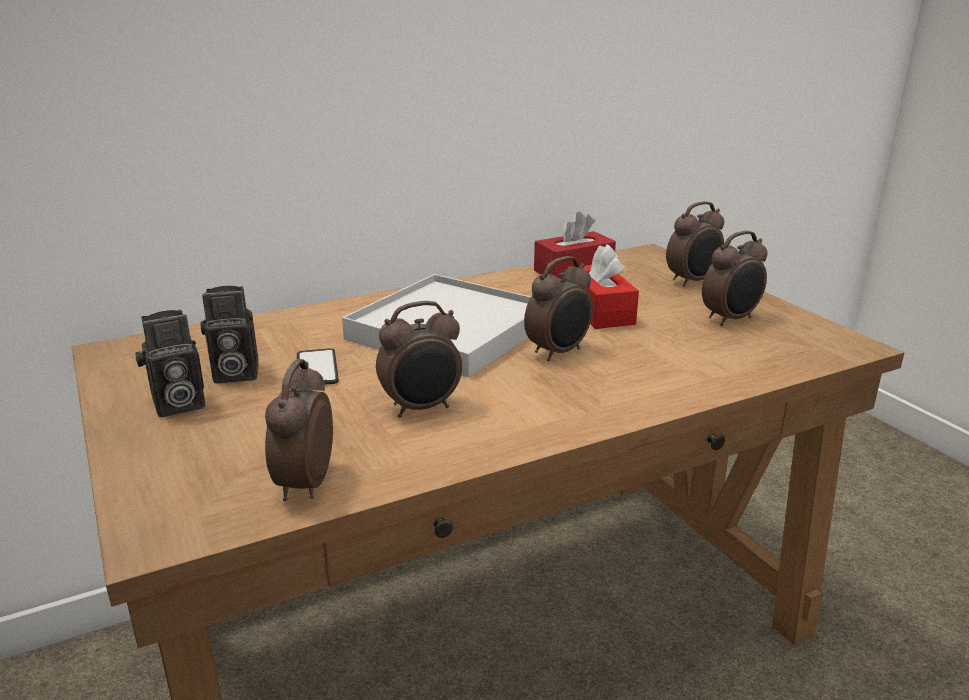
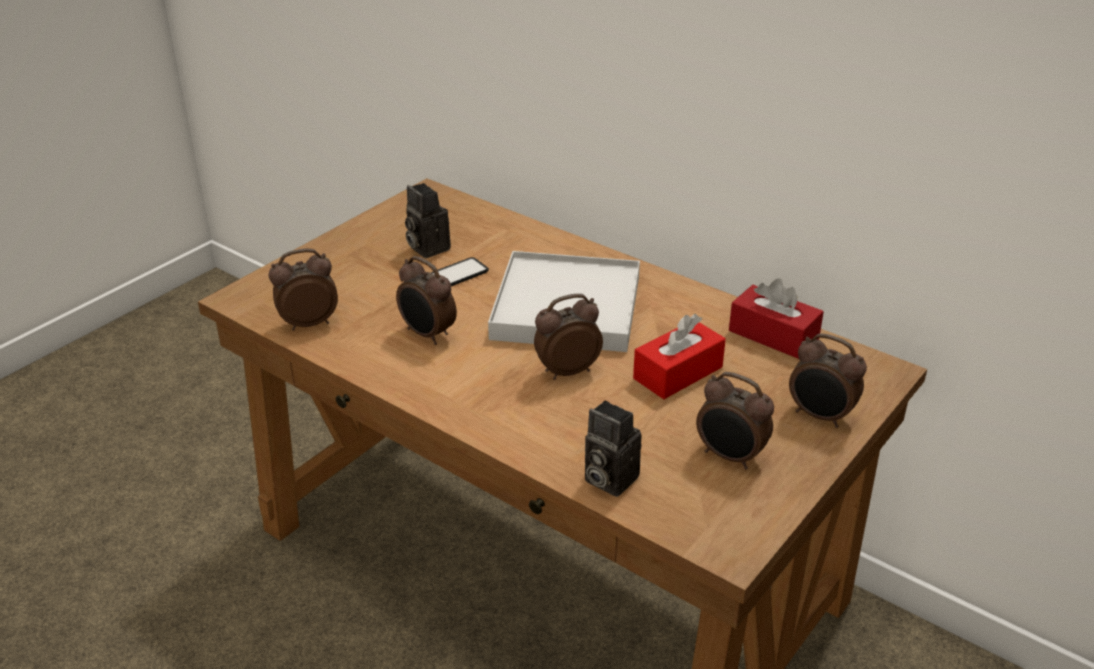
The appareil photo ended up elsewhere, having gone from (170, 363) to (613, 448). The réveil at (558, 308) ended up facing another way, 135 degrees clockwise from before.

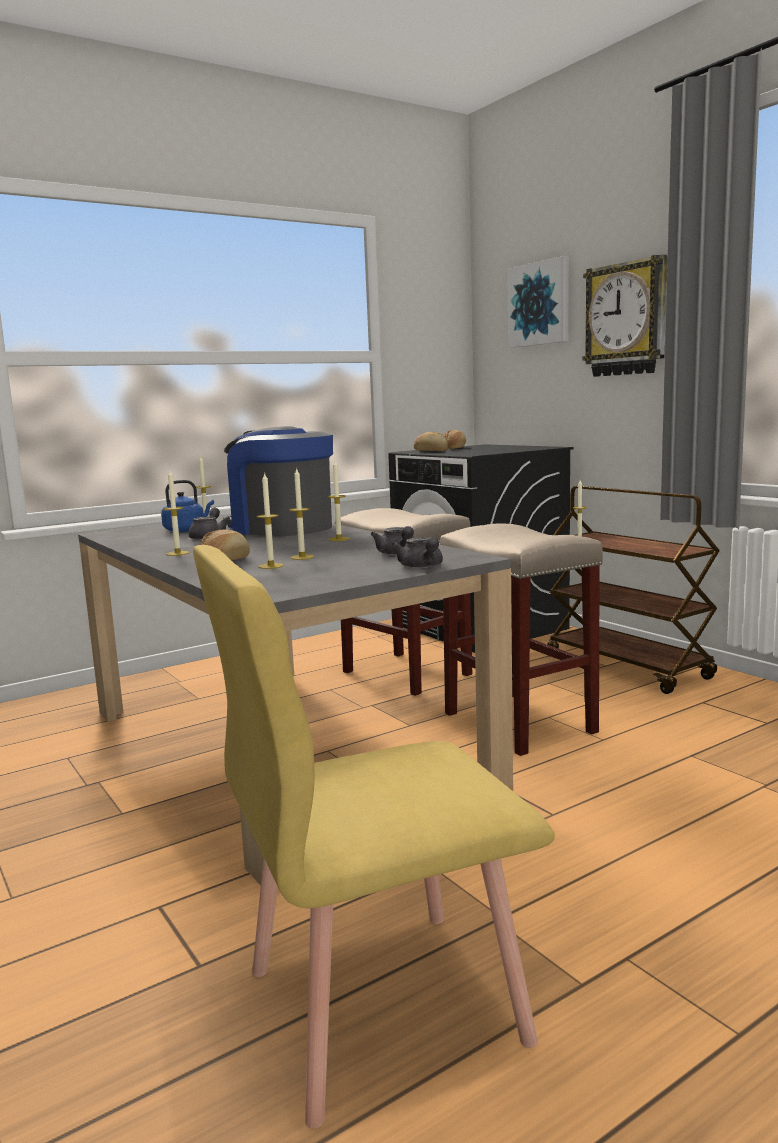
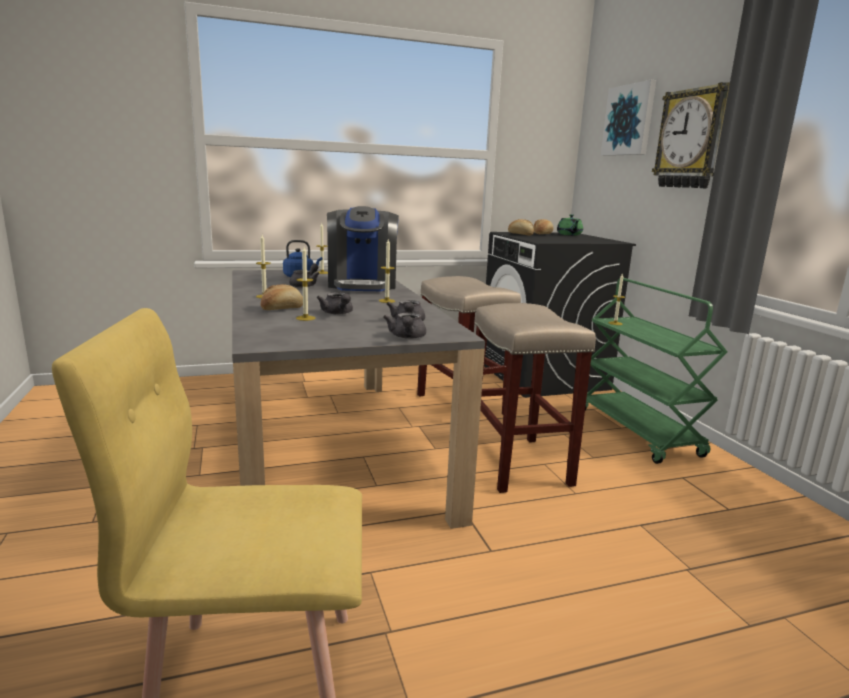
The second view gained the théière (vert) at (570, 225). Where the bougie stood at (301, 514), the théière (gris) came to stand at (335, 303). What was the chariot (marron) at (634, 590) turned into the chariot (vert) at (656, 371). The machine à café at (278, 481) ended up facing another way, 150 degrees counterclockwise from before.

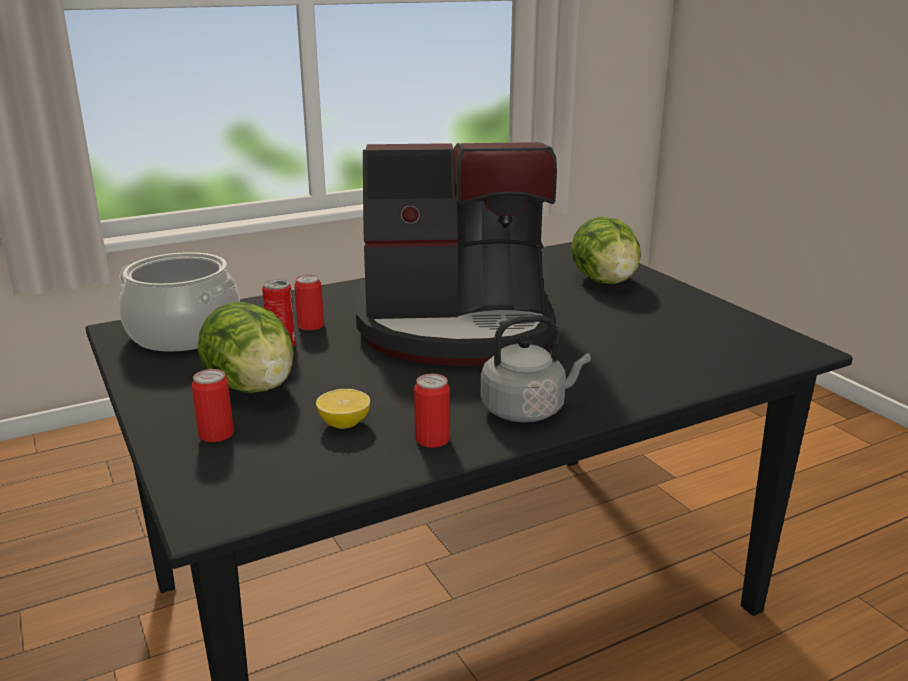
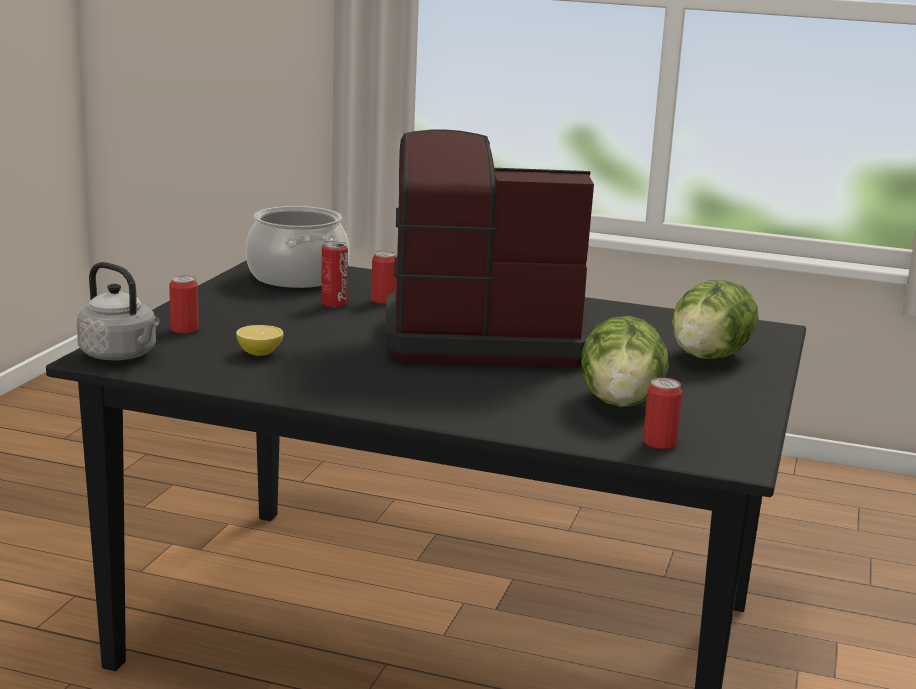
The laitue ended up elsewhere, having gone from (246, 347) to (625, 361). The boîte métallique ended up elsewhere, having gone from (432, 411) to (662, 413). The bouilloire (gris) ended up elsewhere, having gone from (536, 368) to (118, 311). The machine à café at (456, 254) ended up facing another way, 135 degrees clockwise from before.

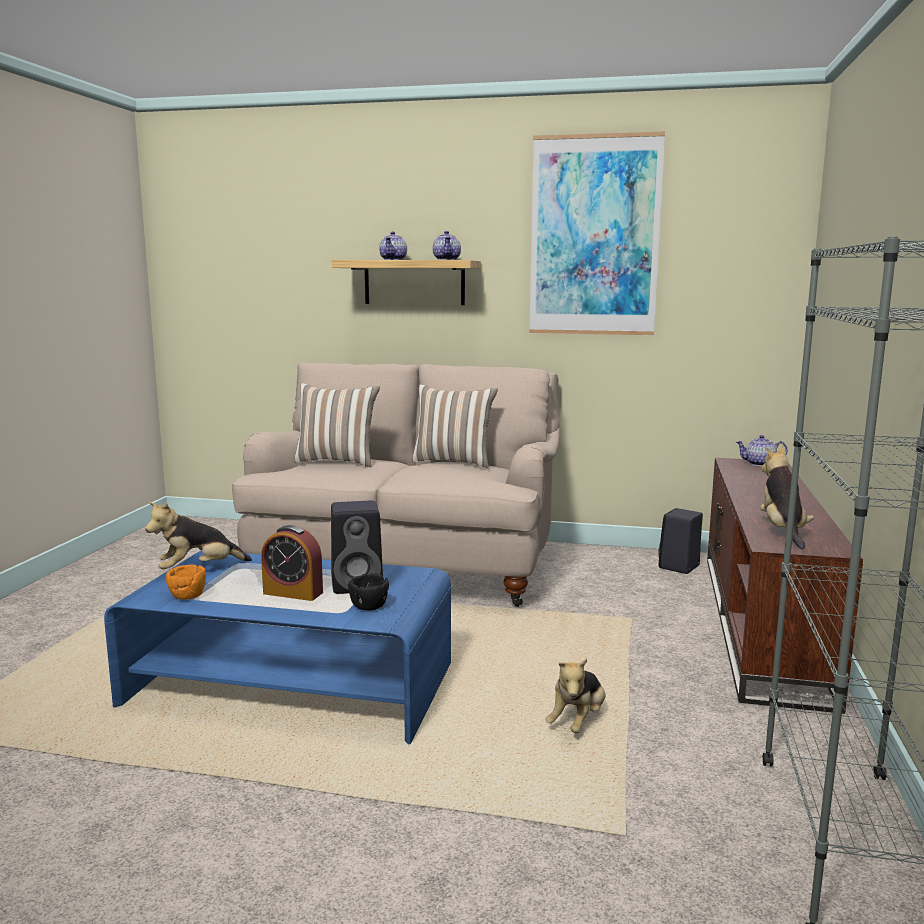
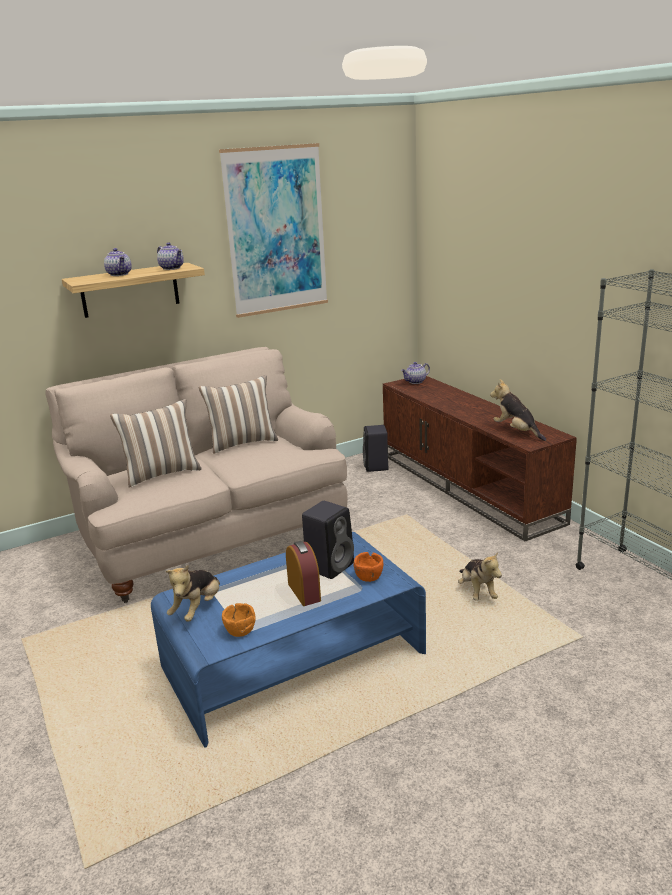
What was the bol (noir) at (368, 591) turned into the bol (orange) at (368, 567). The réveil at (292, 563) ended up facing another way, 90 degrees counterclockwise from before.

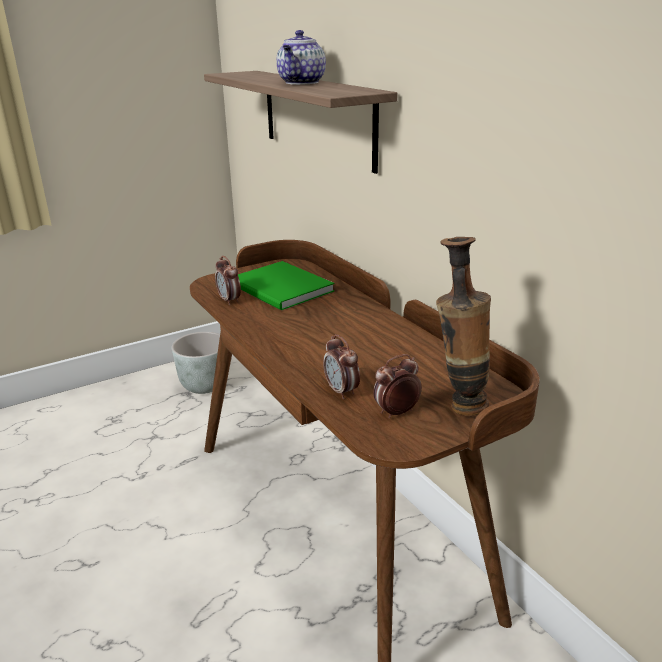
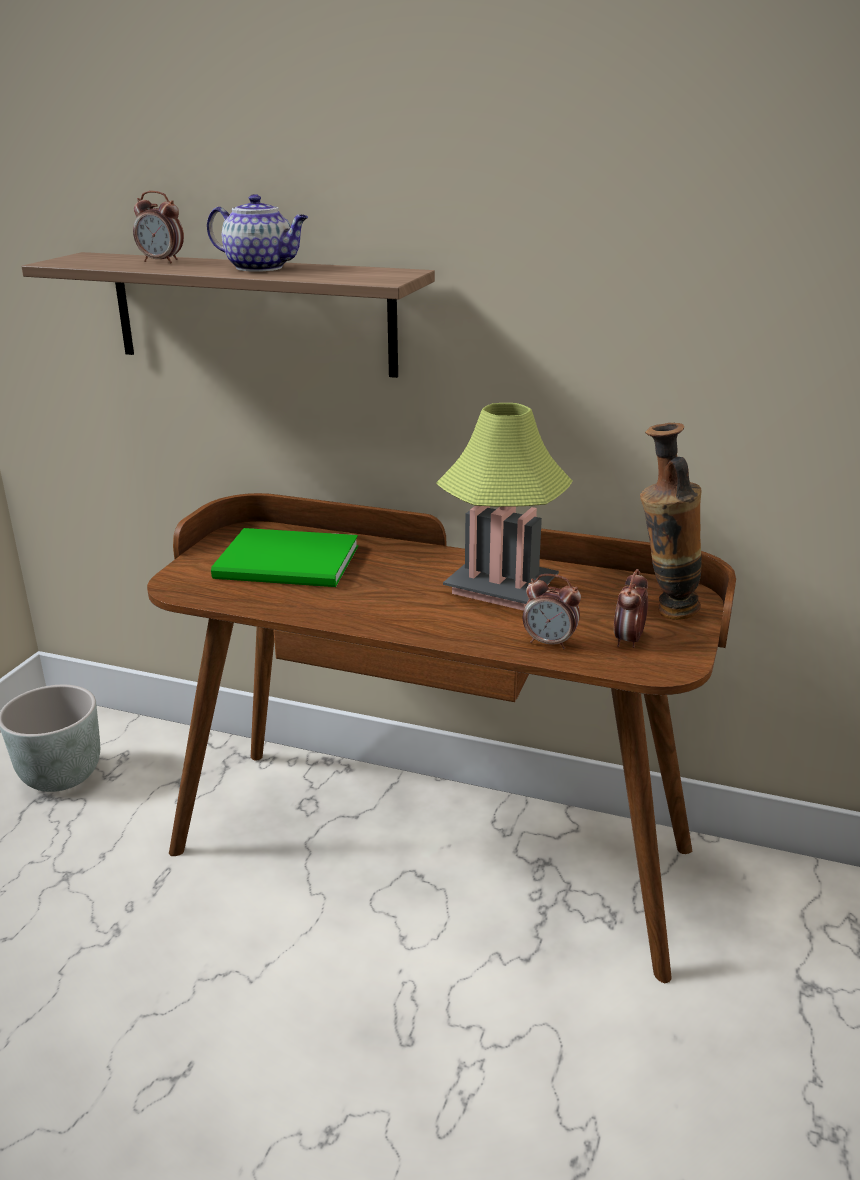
The second view gained the lampe de table at (504, 507). The réveil ended up elsewhere, having gone from (228, 280) to (158, 227). The théière at (301, 57) ended up facing another way, 45 degrees counterclockwise from before.

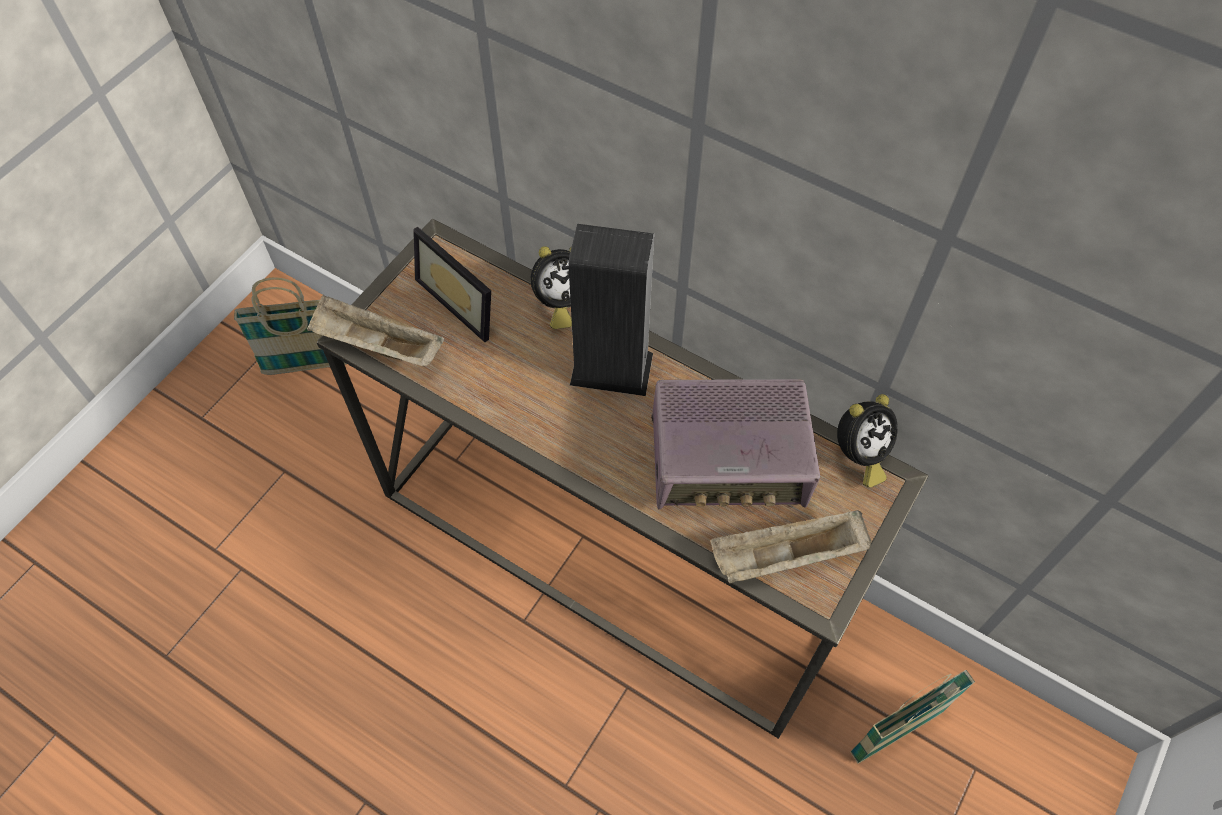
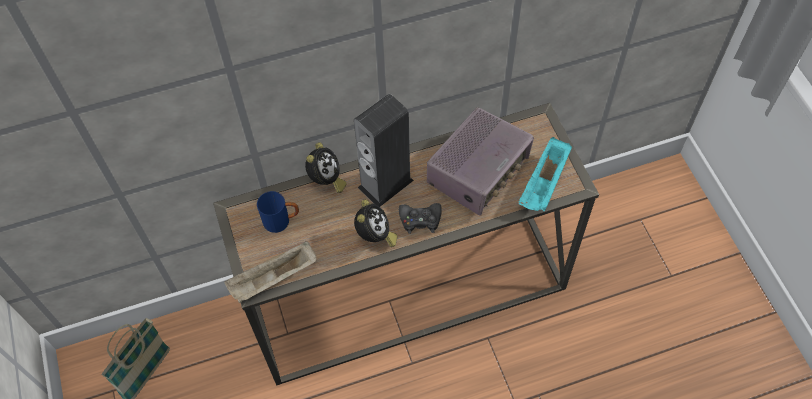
The second view lost the panier at (912, 716). The second view gained the manette (noir) at (420, 218). The réveil ended up elsewhere, having gone from (867, 440) to (375, 223). Where the cadre photo stood at (452, 284), the mug (bleu) came to stand at (278, 212). What was the plateau (beige) at (791, 546) turned into the plateau (turquoise) at (545, 174).

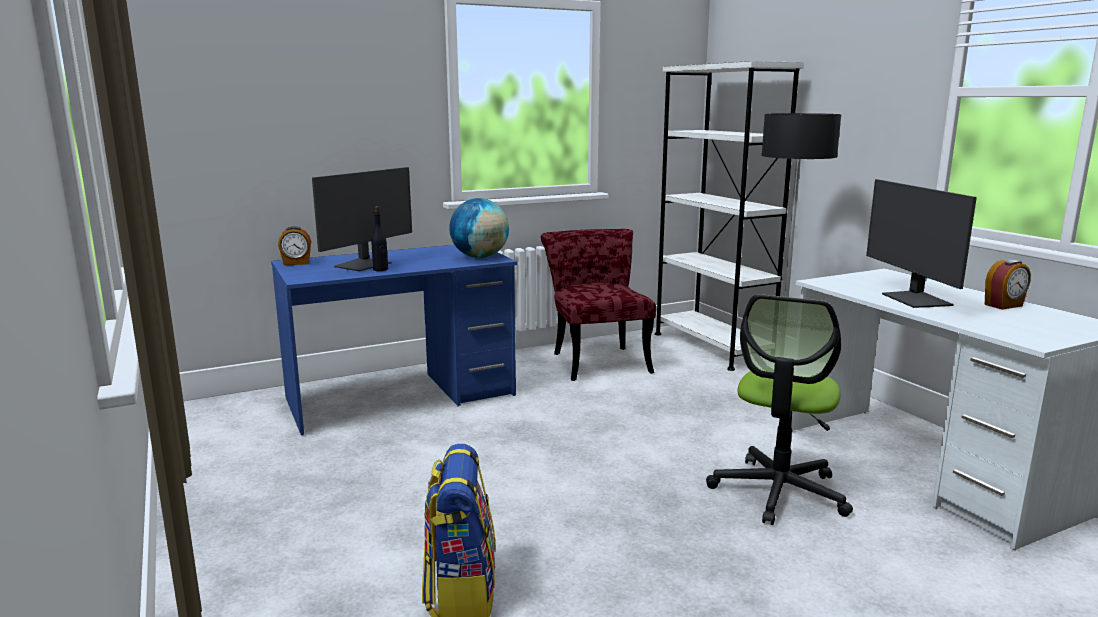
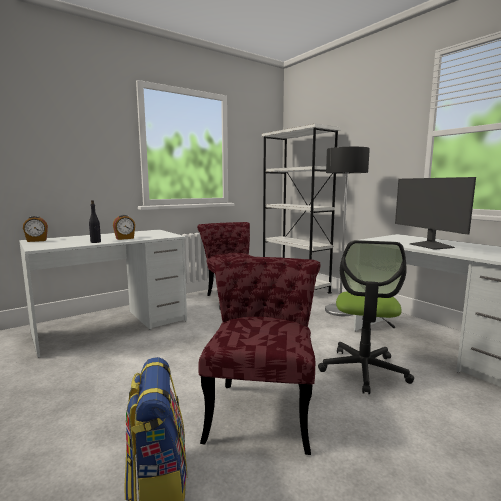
The second view lost the écran d'ordinateur at (362, 219). The second view lost the globe at (479, 228). The second view gained the chaise (rouge) at (259, 356). The réveil ended up elsewhere, having gone from (1008, 284) to (124, 227). What was the bureau (bleu) at (394, 340) turned into the bureau (blanc) at (103, 293).

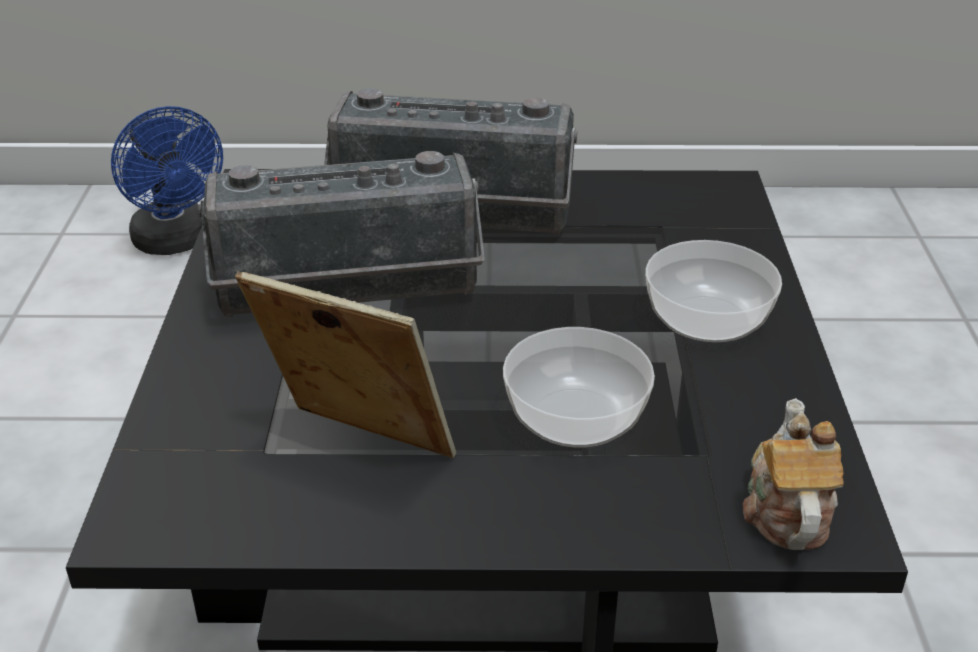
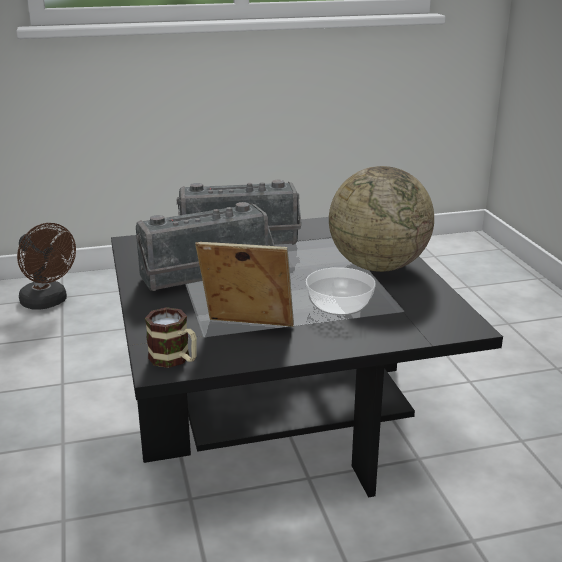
The second view lost the théière at (793, 474). The second view gained the mug at (171, 337). Where the bol stood at (713, 291), the globe came to stand at (381, 219). What was the ventilateur (bleu) at (167, 180) turned into the ventilateur (marron) at (46, 266).

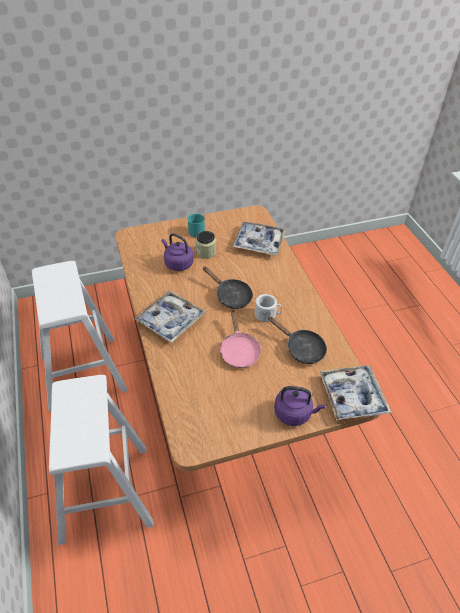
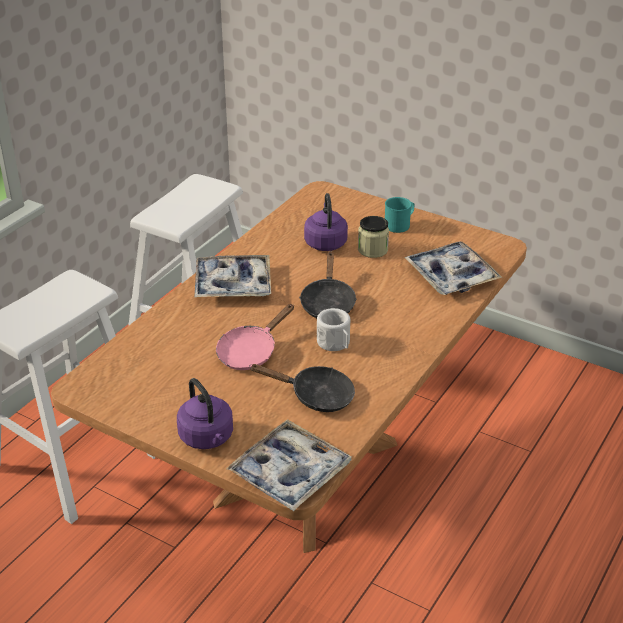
The poêle (noir) at (297, 340) ended up facing another way, 75 degrees counterclockwise from before.

